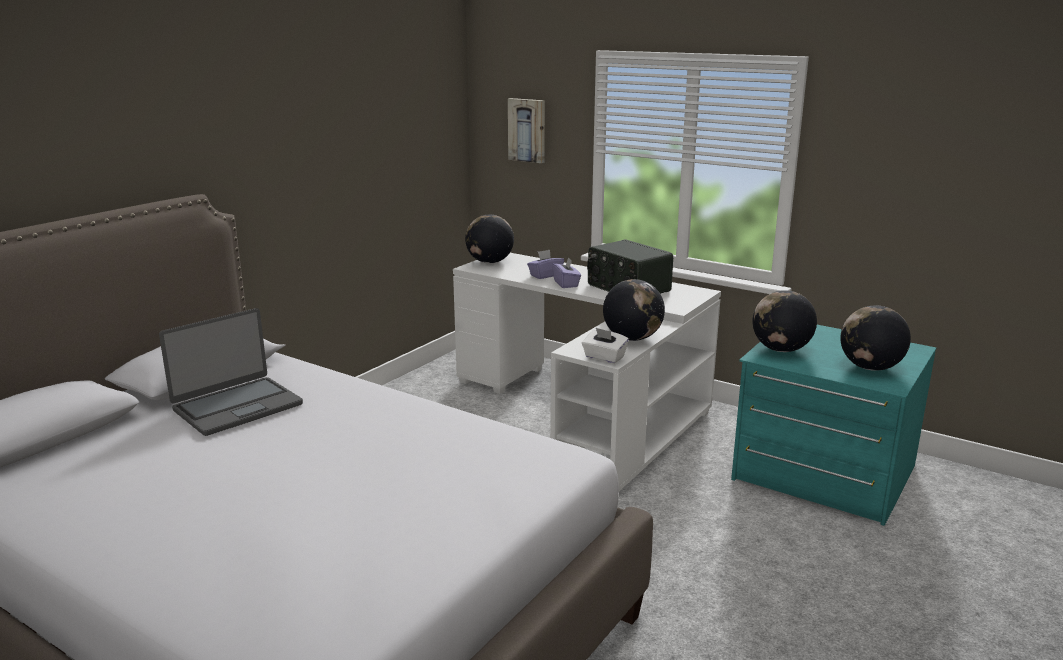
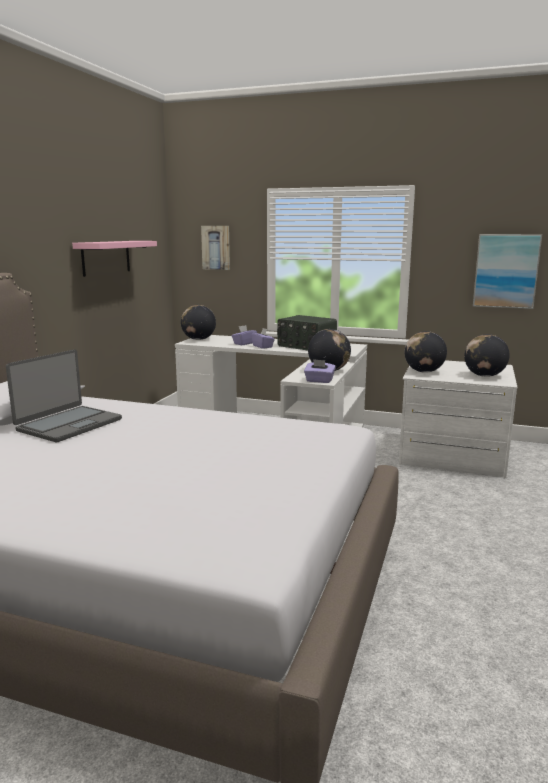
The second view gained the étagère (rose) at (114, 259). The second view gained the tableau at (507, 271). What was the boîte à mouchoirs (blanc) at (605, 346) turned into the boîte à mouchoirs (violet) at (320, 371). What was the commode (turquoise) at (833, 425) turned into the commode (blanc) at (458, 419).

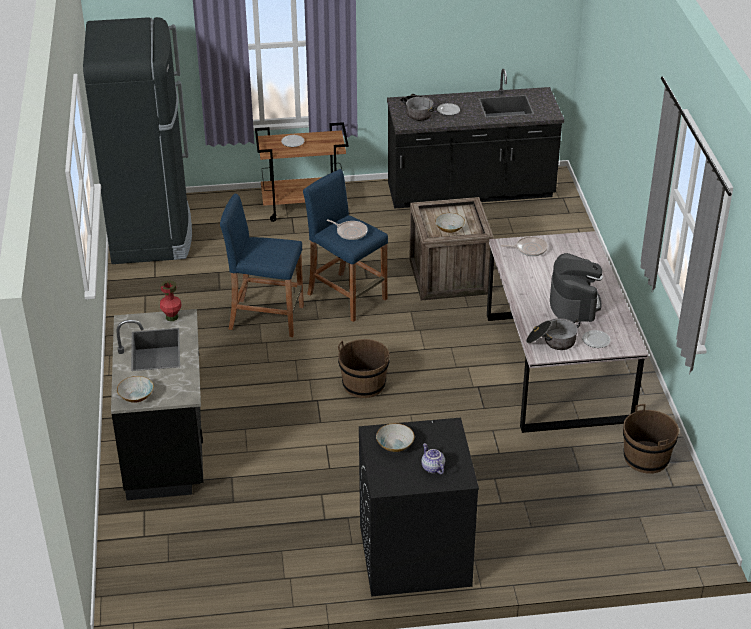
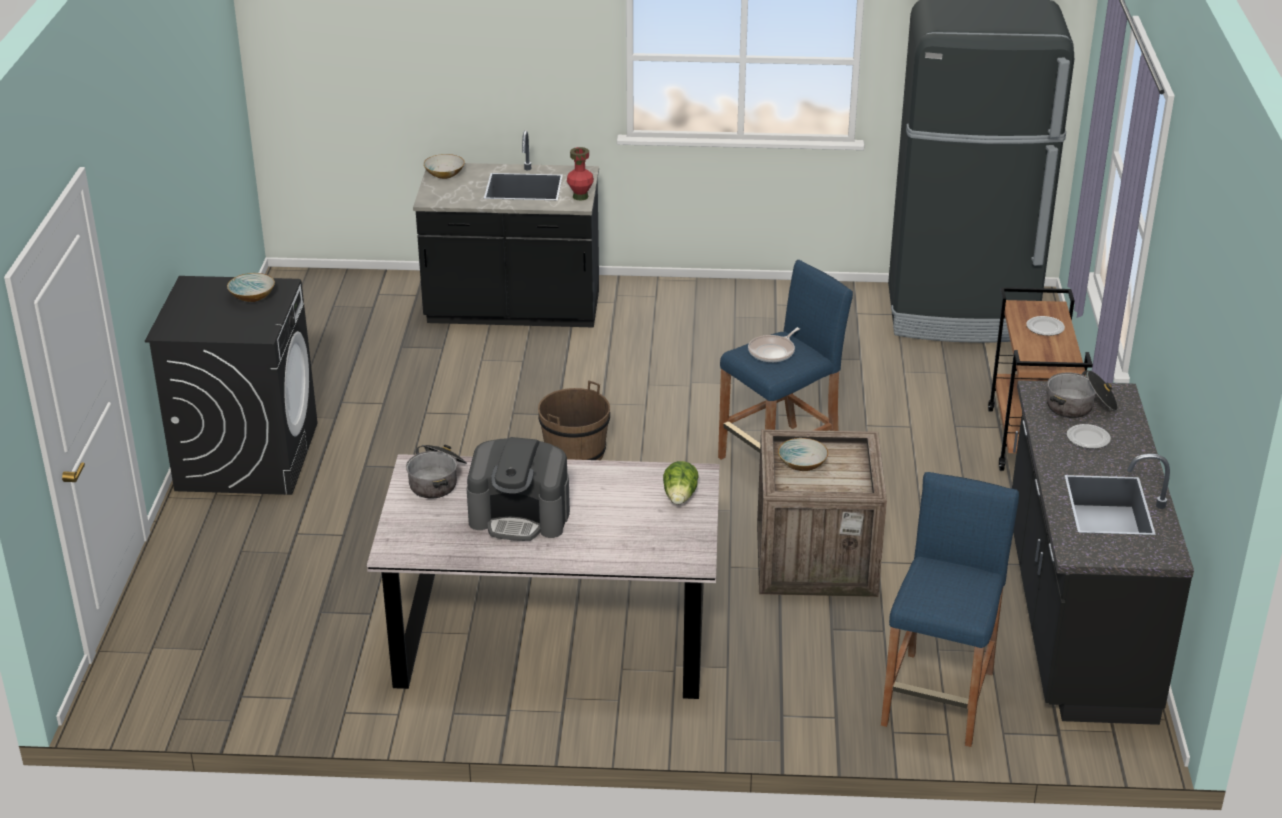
The second view lost the théière at (433, 458). The second view lost the assiette at (596, 339). The second view lost the seau (marron) at (651, 439). The tabouret (bleu) ended up elsewhere, having gone from (262, 265) to (950, 609). Where the poêle stood at (524, 246), the laitue came to stand at (681, 482).

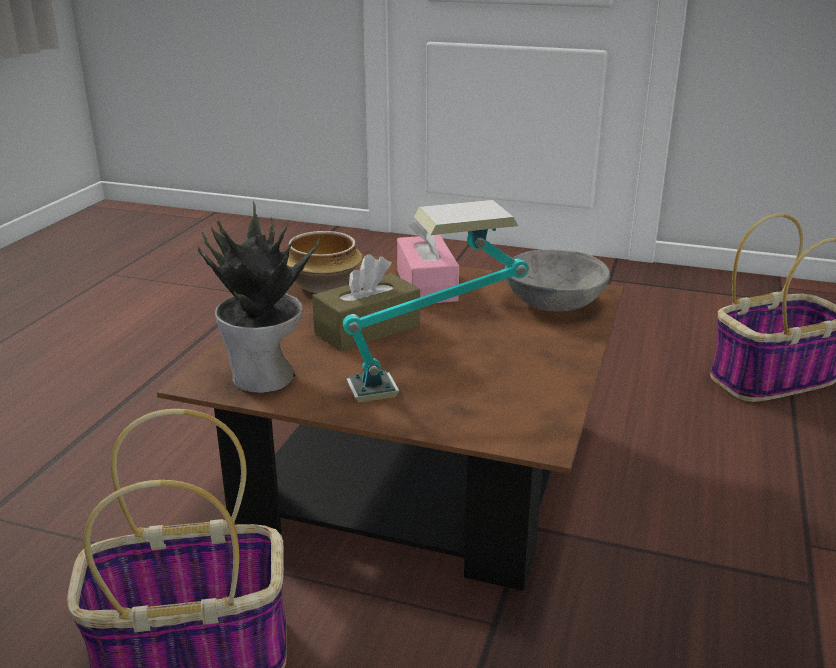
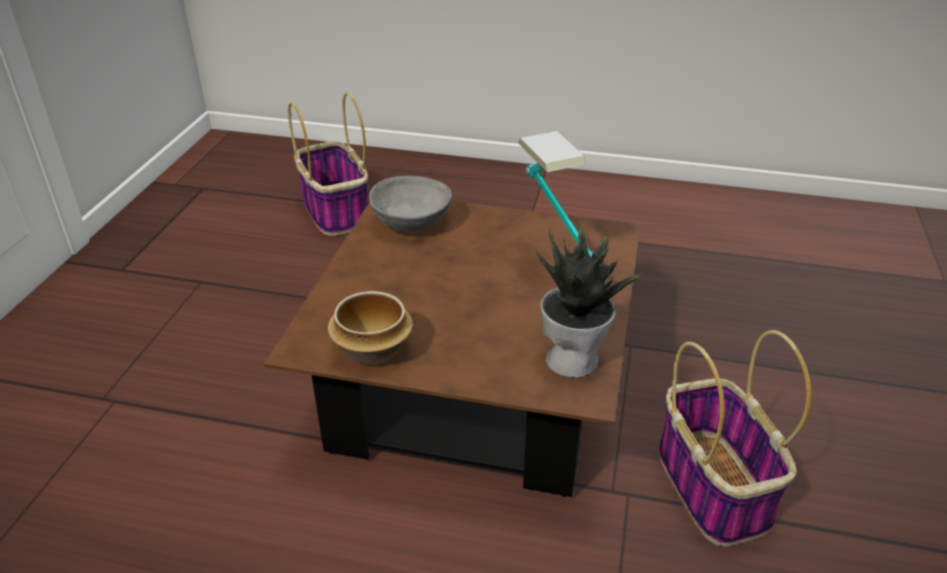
The second view lost the boîte à mouchoirs (marron) at (366, 302). The second view lost the boîte à mouchoirs (rose) at (428, 261).

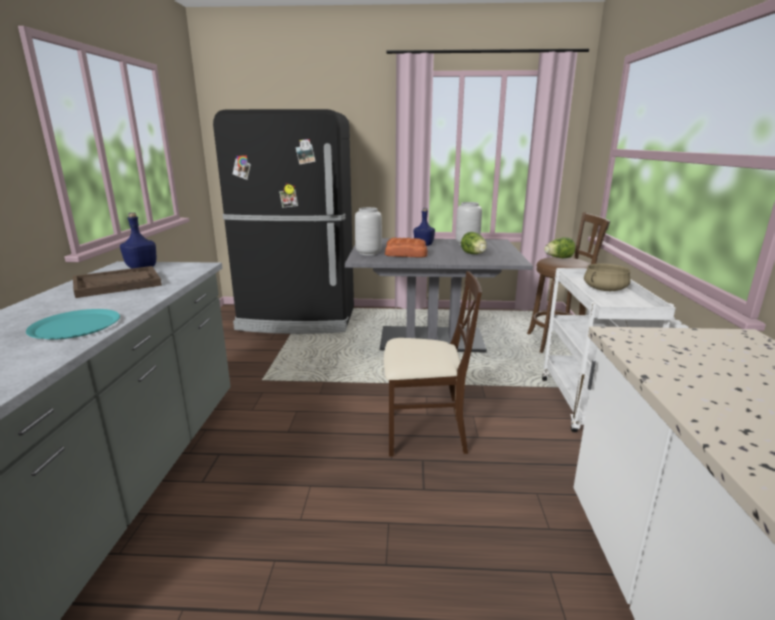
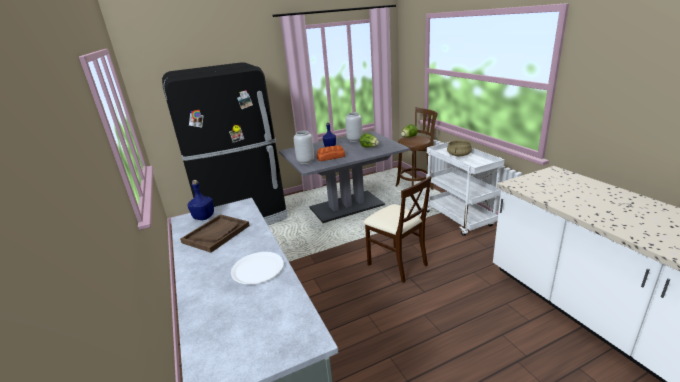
What was the assiette (turquoise) at (73, 324) turned into the assiette (blanc) at (257, 268). The chaise (beige) at (433, 363) ended up facing another way, 75 degrees clockwise from before.

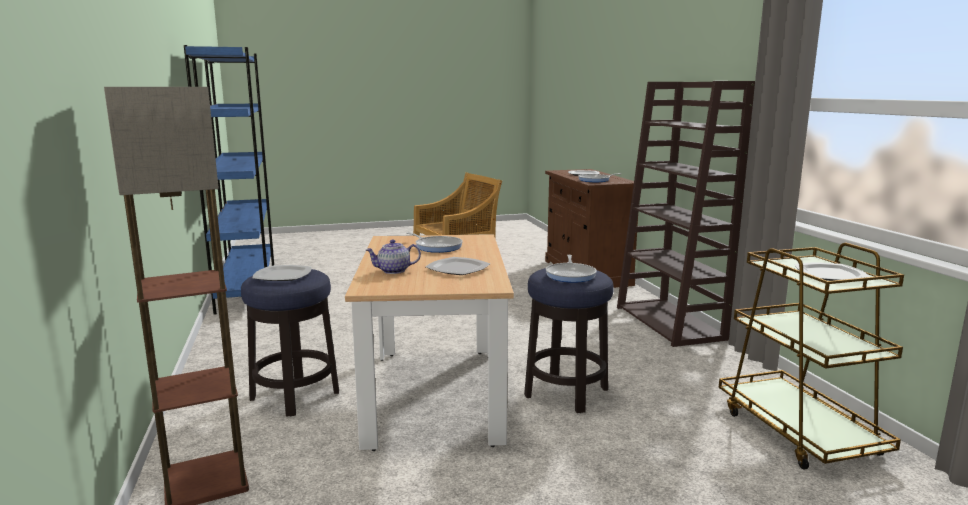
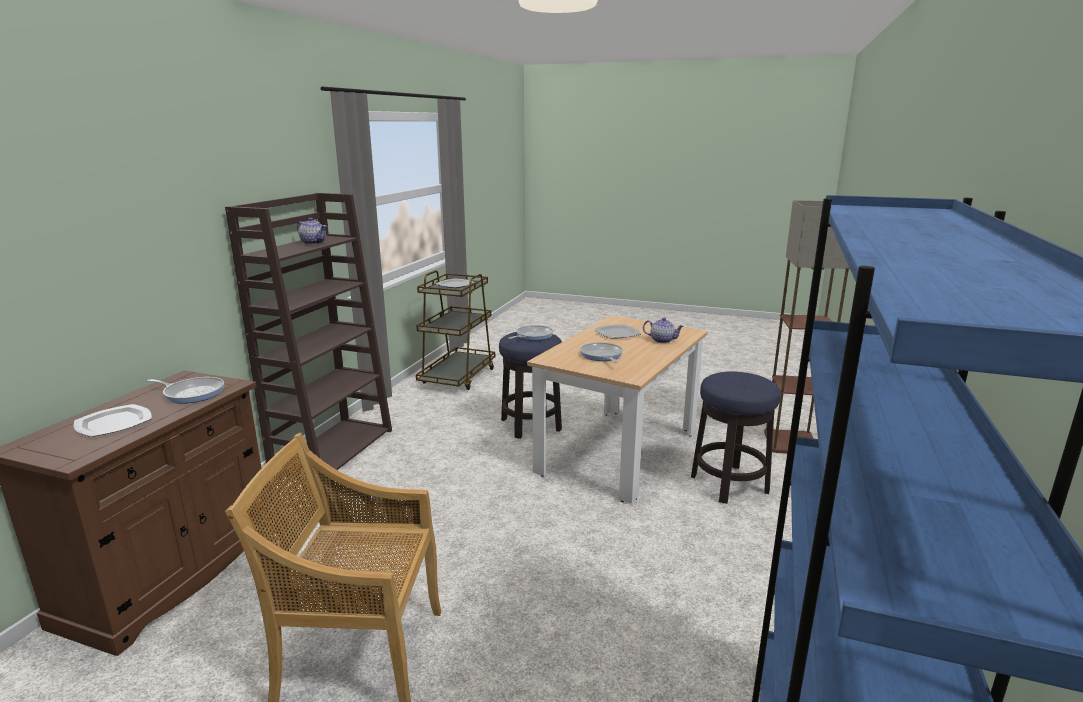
The second view lost the assiette at (282, 273). The second view gained the théière at (311, 231).

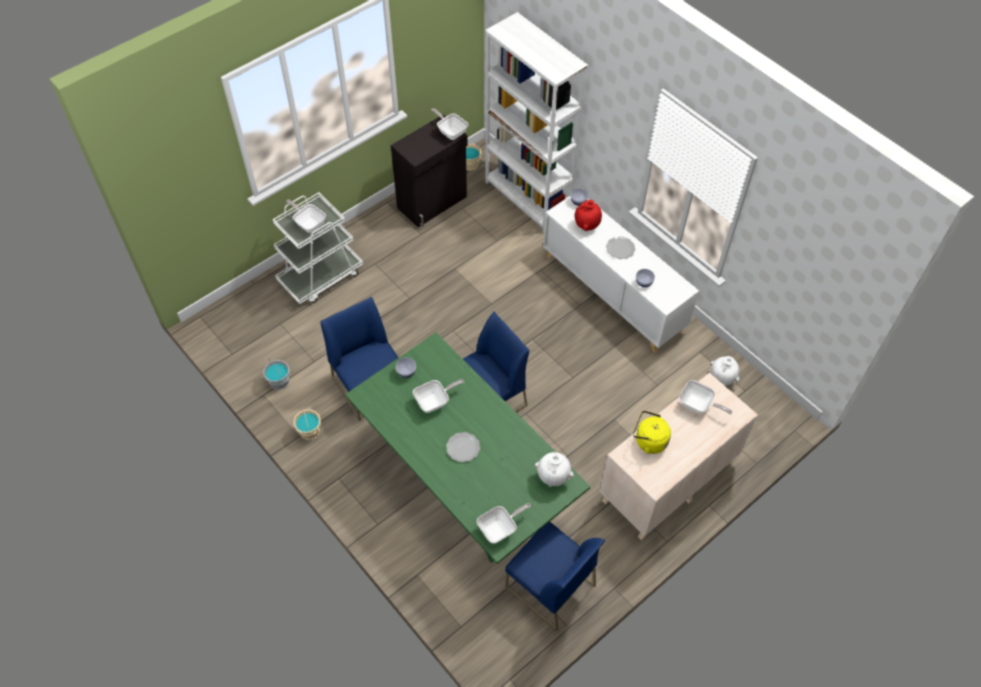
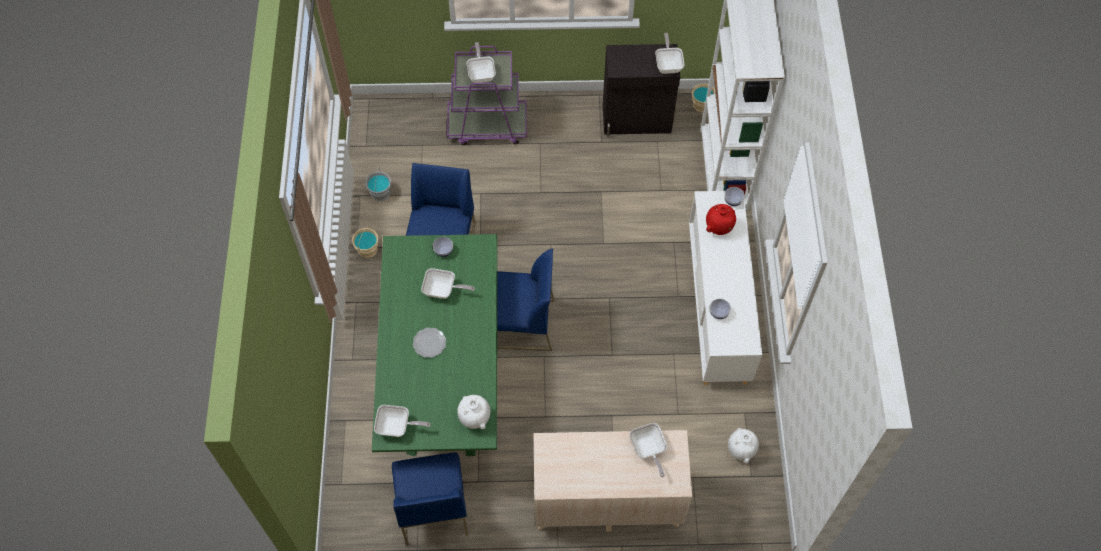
The second view lost the assiette at (620, 247). The second view lost the bouilloire (jaune) at (652, 432). What was the chariot (blanc) at (318, 248) turned into the chariot (violet) at (487, 95).

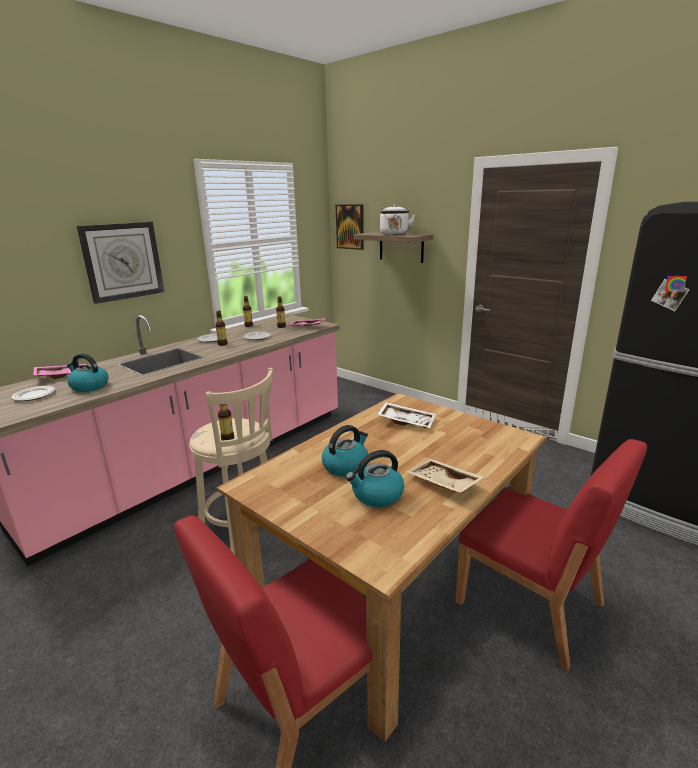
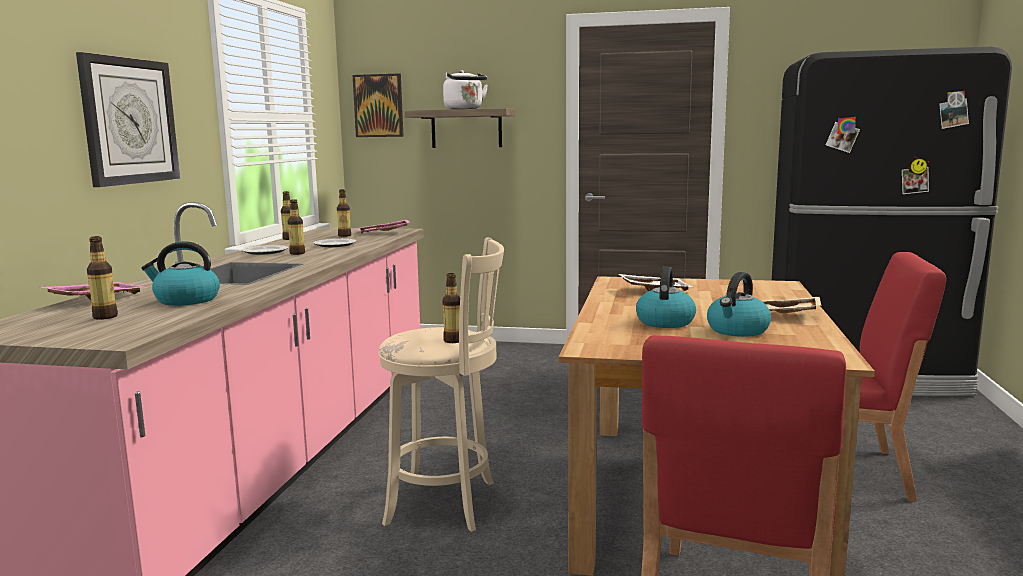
Where the assiette stood at (33, 393), the bouteille came to stand at (102, 278).

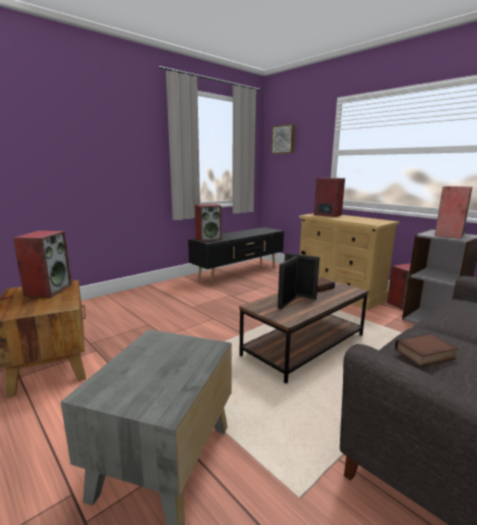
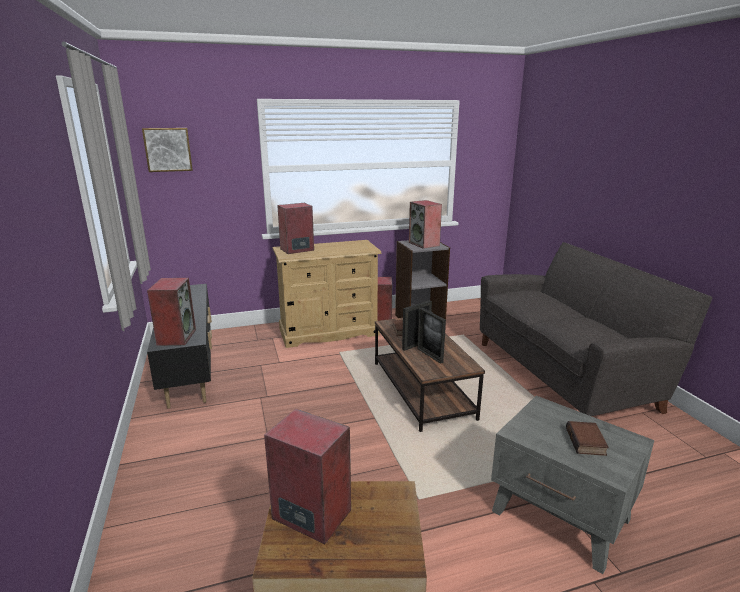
The livre ended up elsewhere, having gone from (426, 349) to (587, 438).

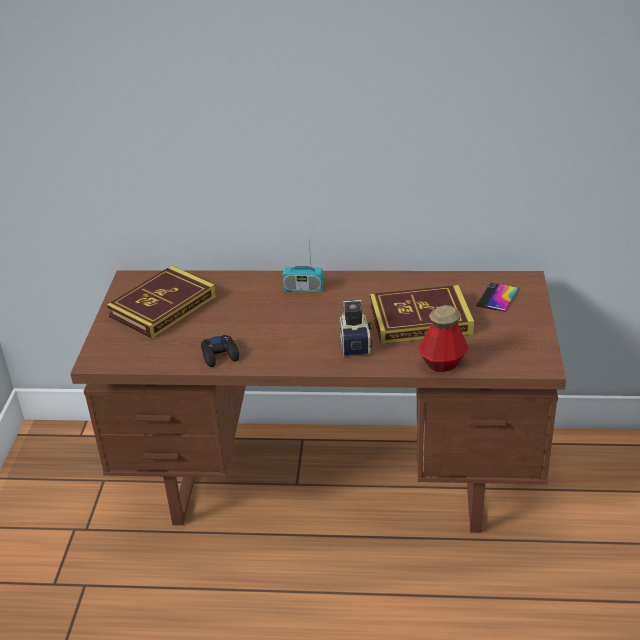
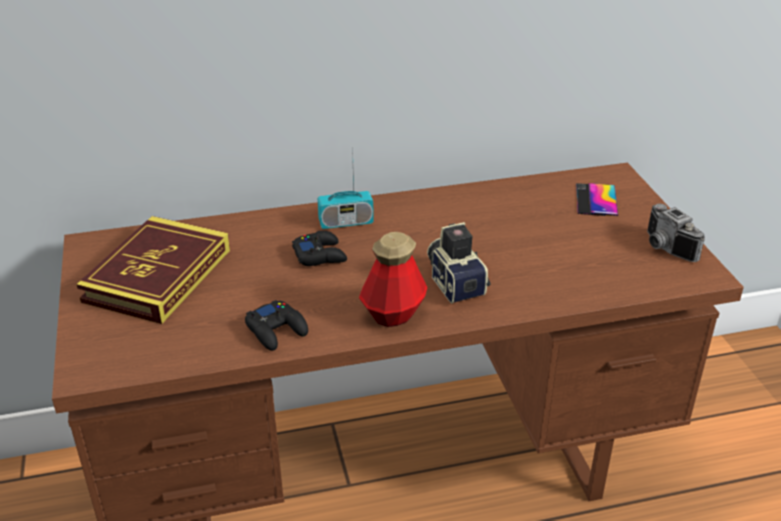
The second view lost the livre at (422, 314). The second view gained the manette (noir) at (319, 248). The second view gained the appareil photo at (676, 233). The bouteille ended up elsewhere, having gone from (443, 338) to (393, 279).

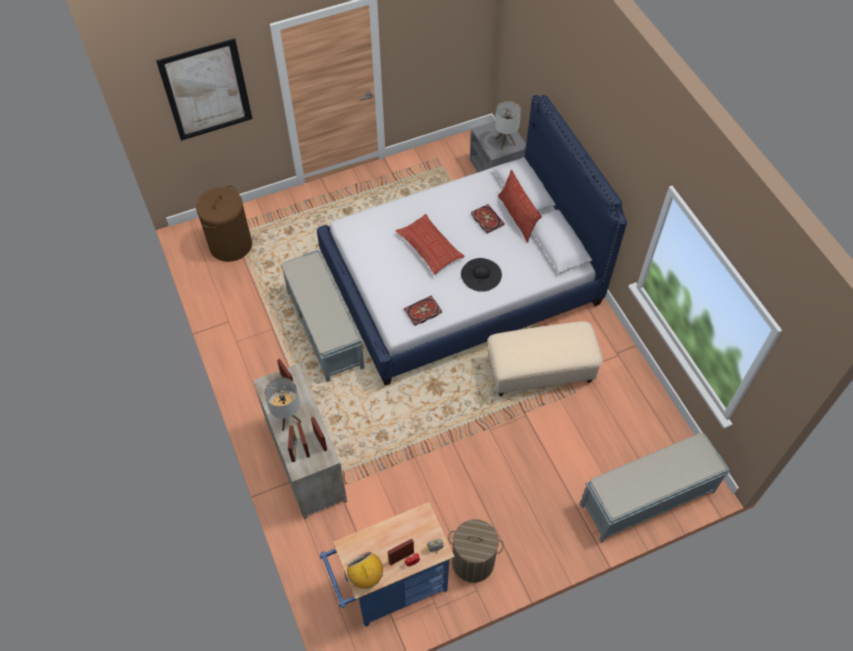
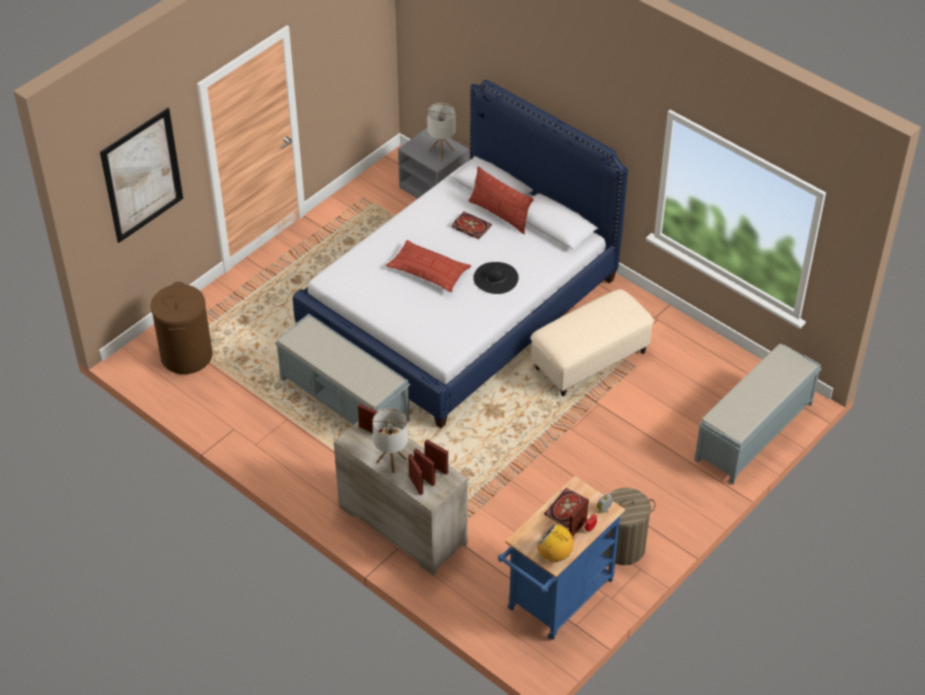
The livre ended up elsewhere, having gone from (423, 310) to (566, 508).

